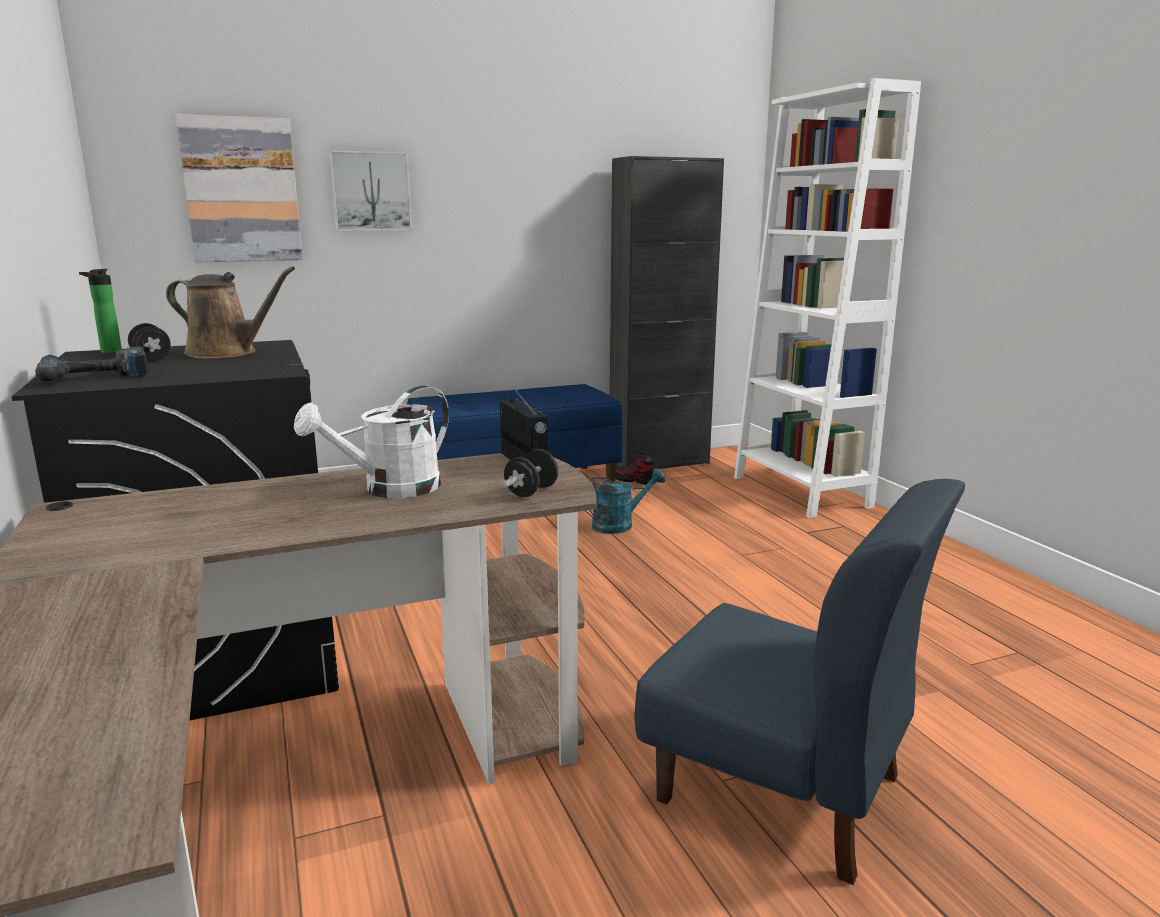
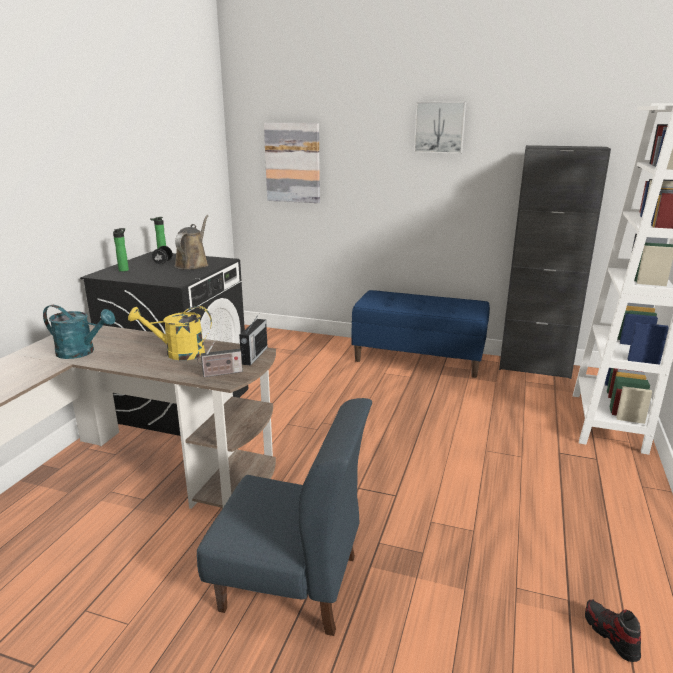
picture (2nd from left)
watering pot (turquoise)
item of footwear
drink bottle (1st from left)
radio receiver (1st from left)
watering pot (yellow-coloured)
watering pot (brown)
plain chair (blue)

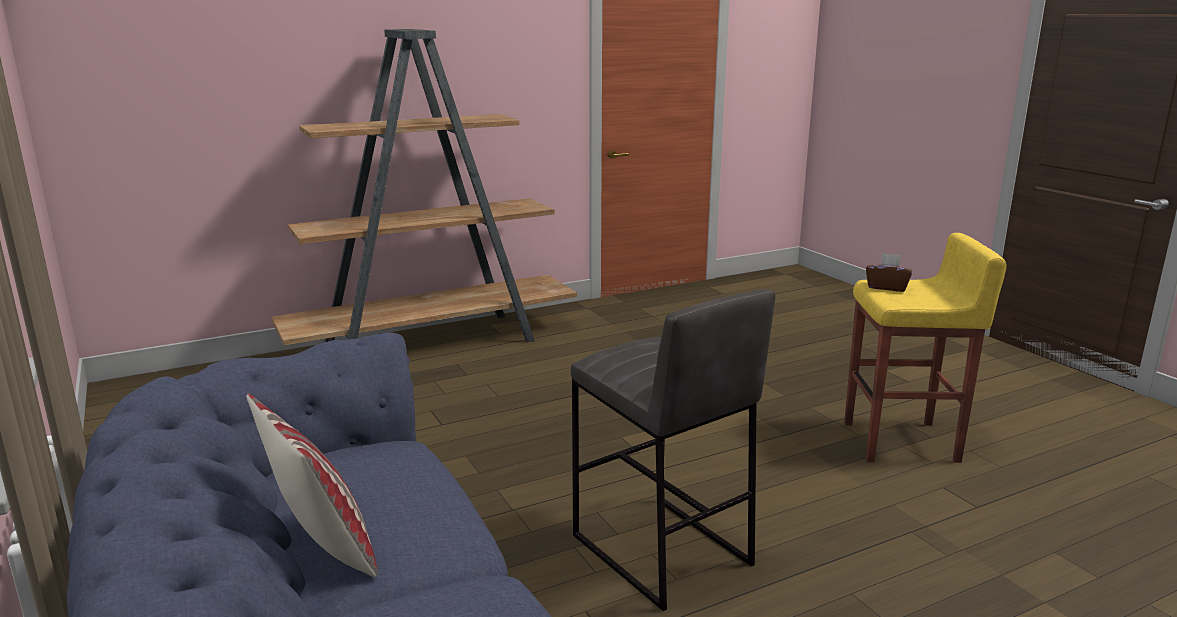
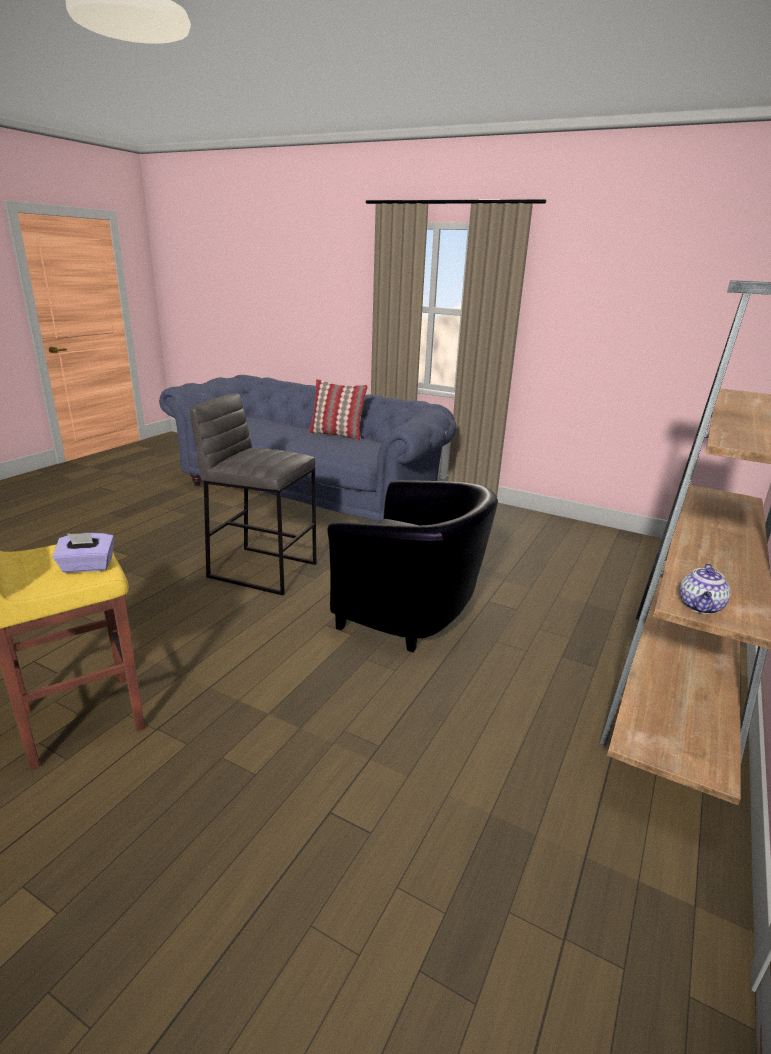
armchair (blackish)
teapot
tissue holder (purplish)

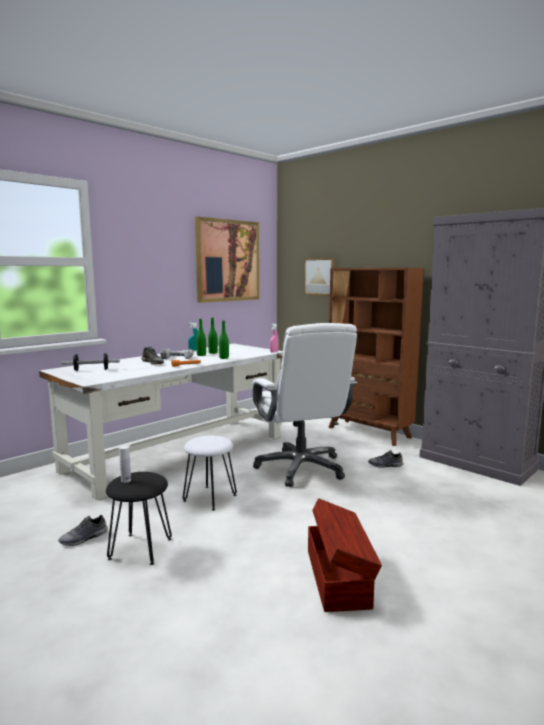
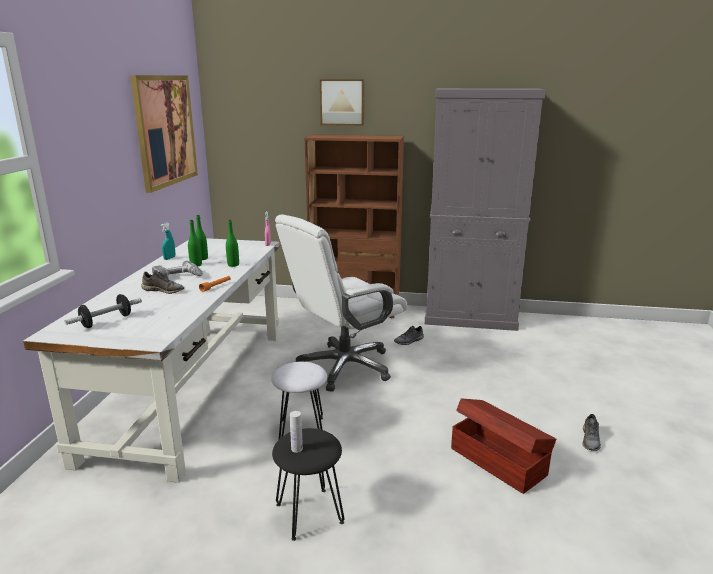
item of footwear (grey) (3rd from left)
picture (2nd from left)
computer chair (white-coloured)

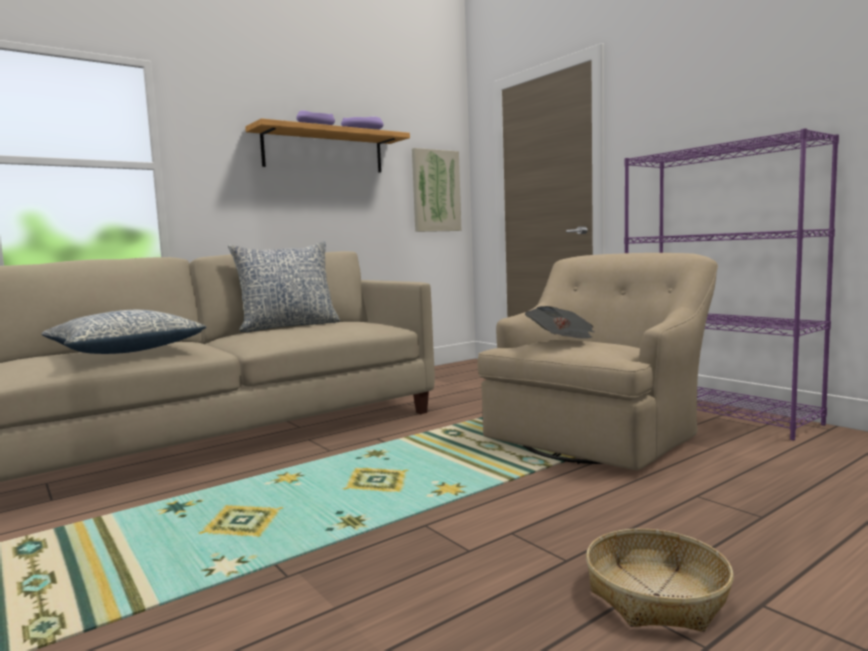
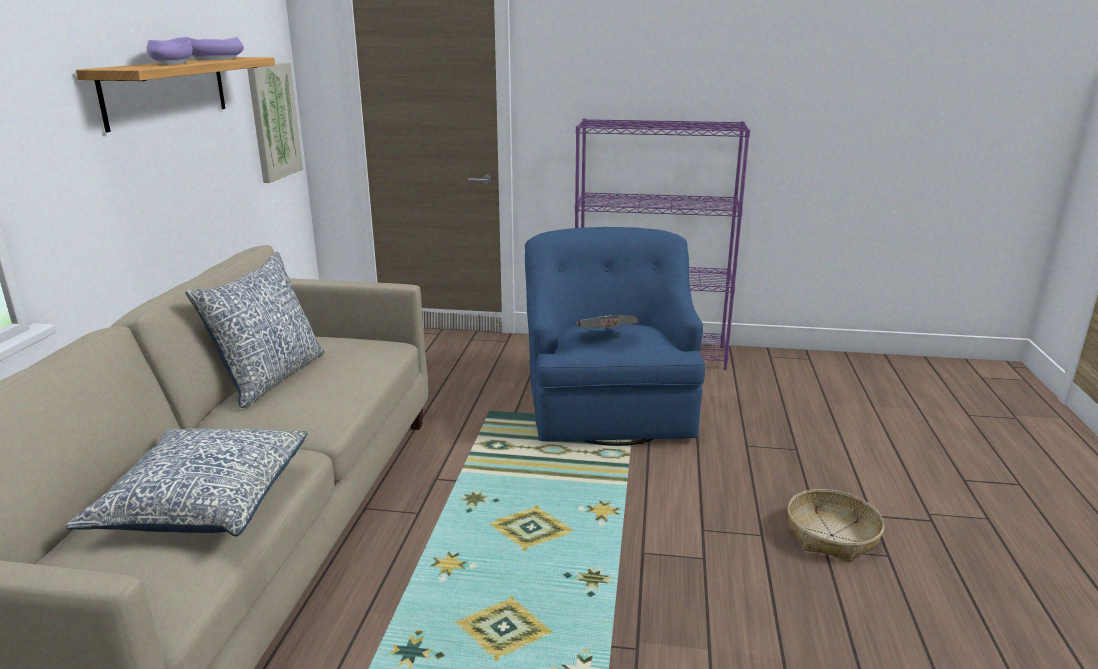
armchair (blue)

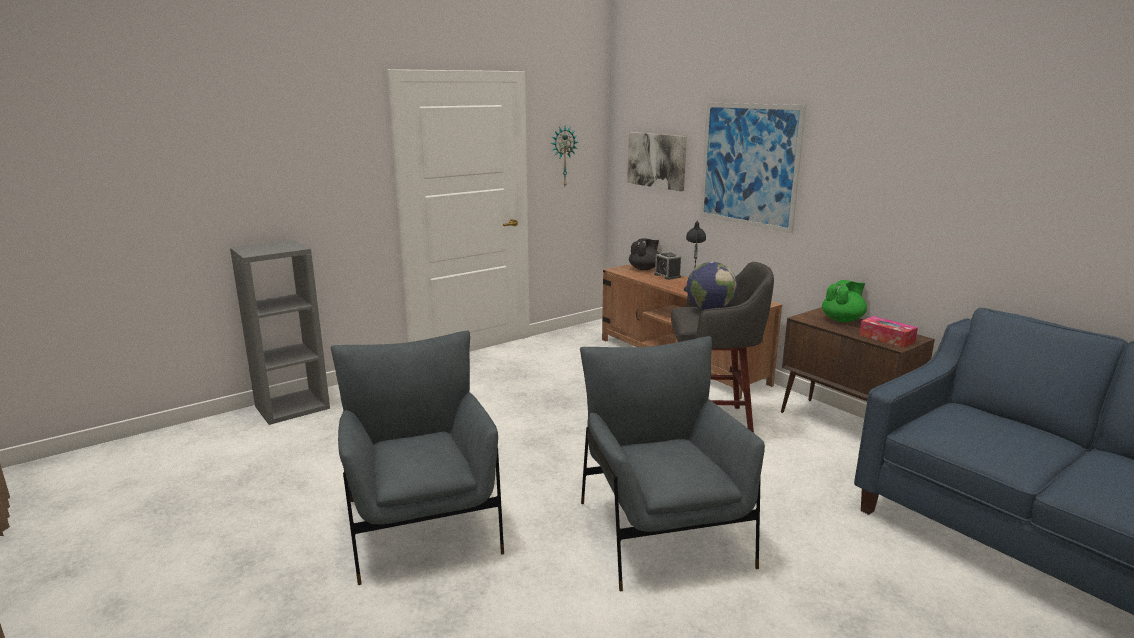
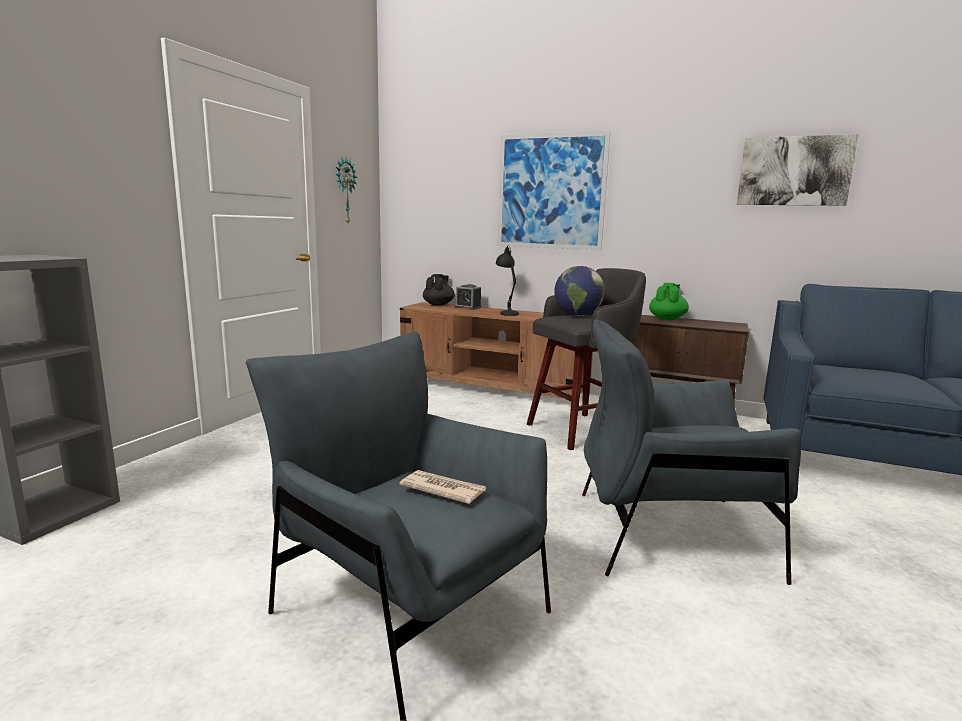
tissue holder
daily paper
picture (2nd from left)
armchair (grey) (2nd from left)

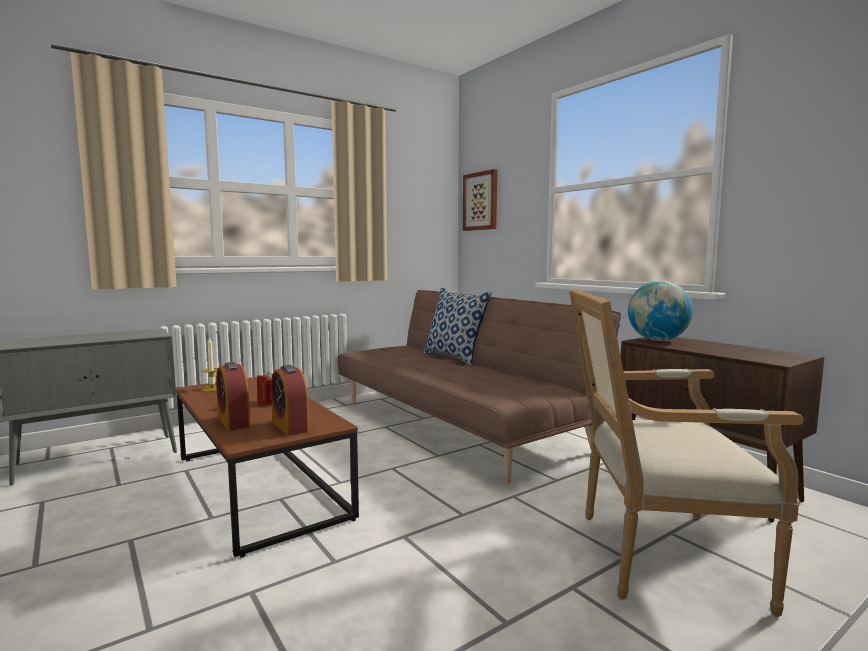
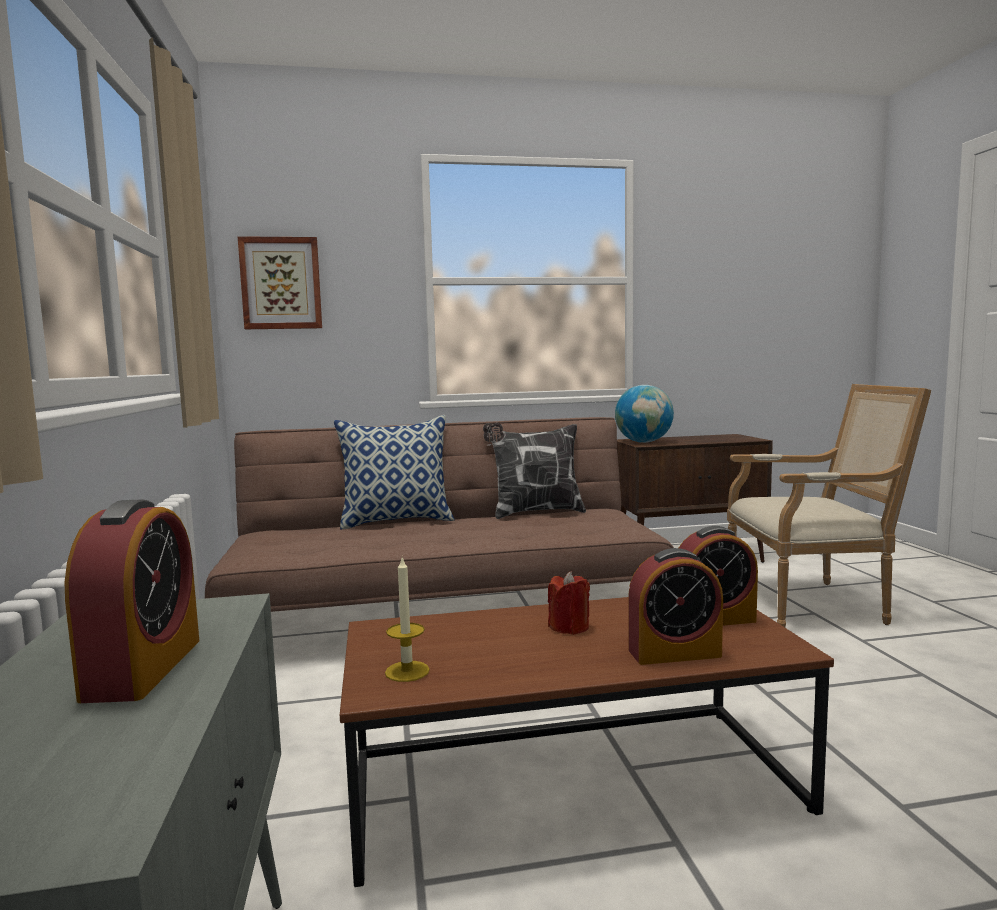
bedside clock (1st from left)
throw pillow (2nd from left)
armchair

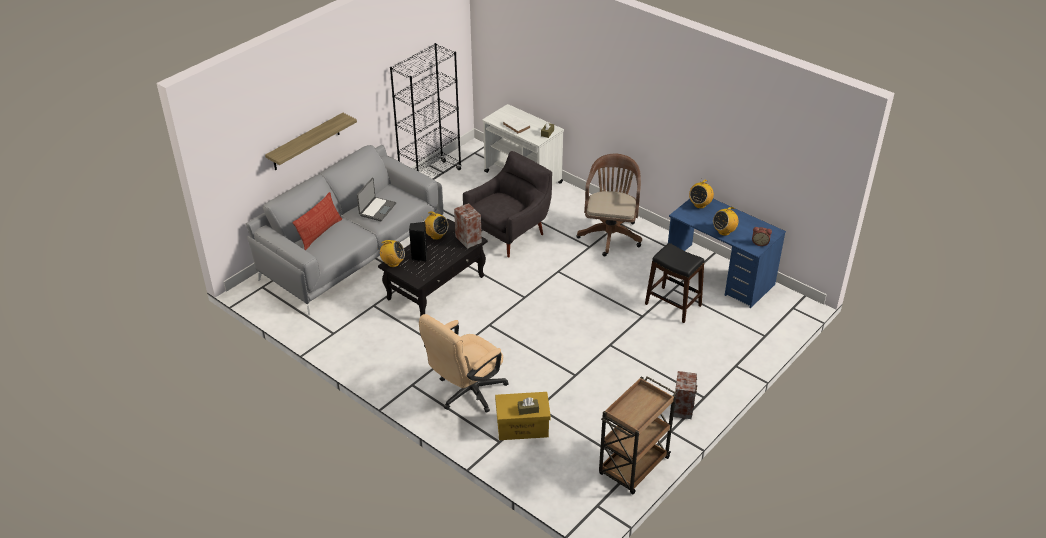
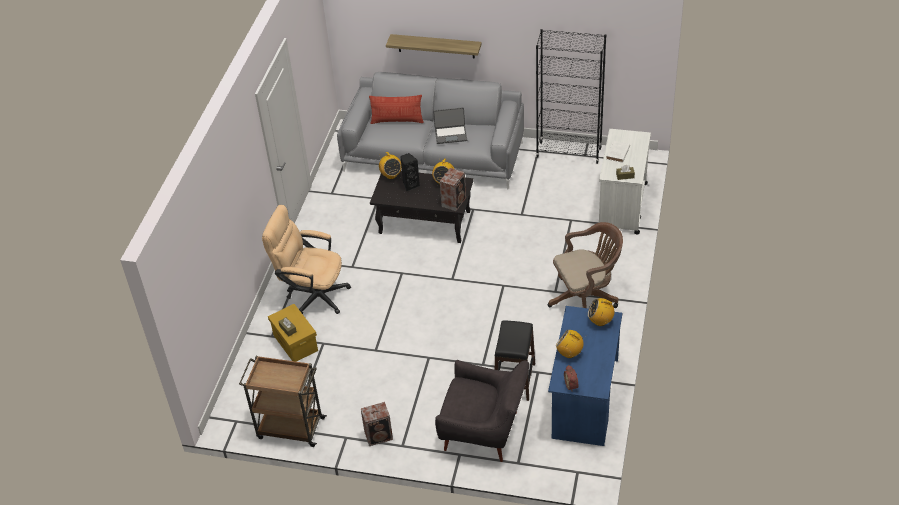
armchair (grey)

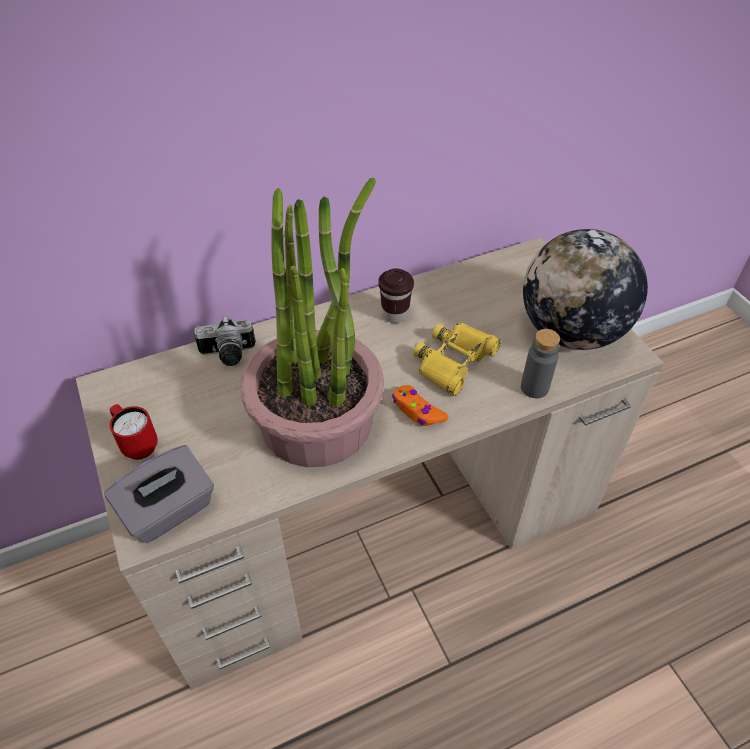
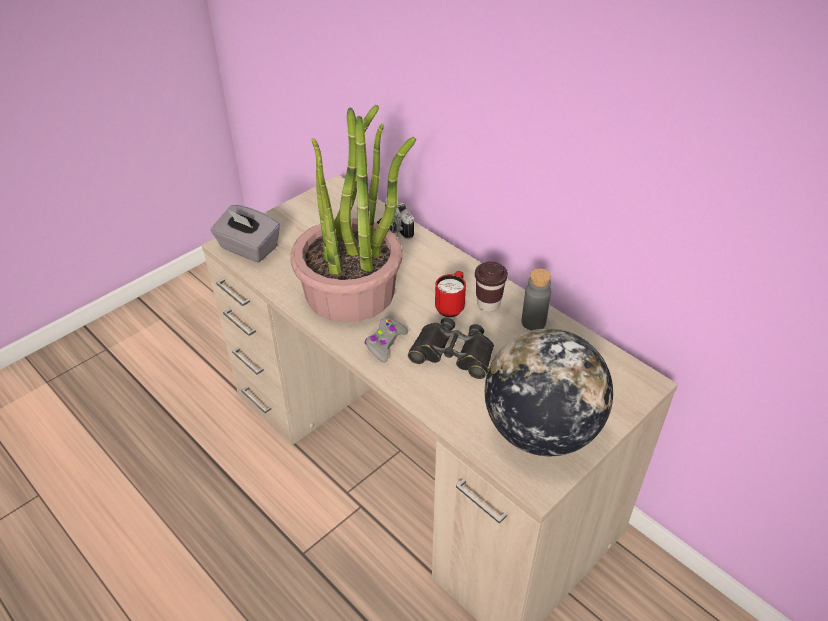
coffee mug (red)
drink bottle (grey)
joypad (grey)
field glasses (blackish)

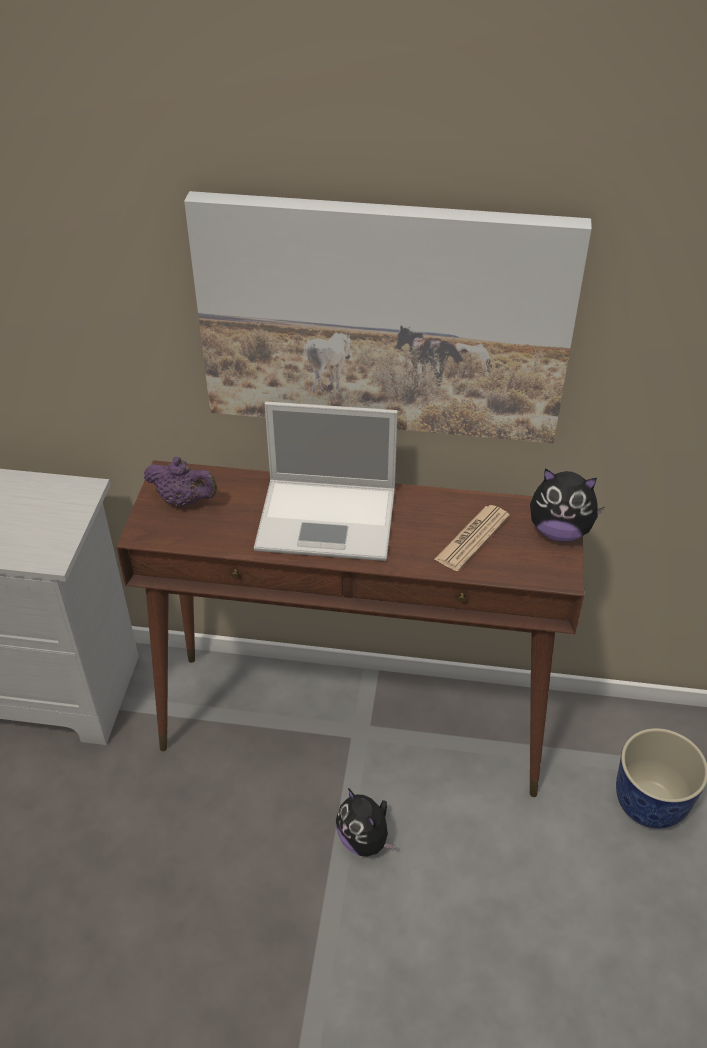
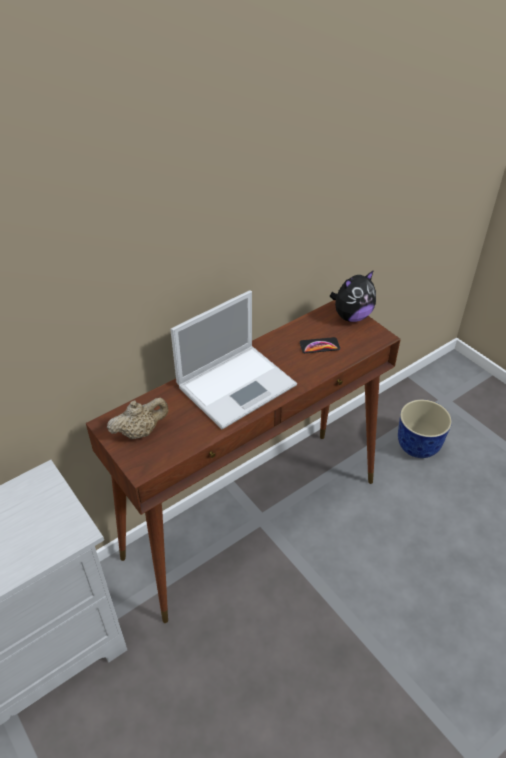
picture
plush toy (1st from left in the first image)
telephone
teapot (sand-coloured)

